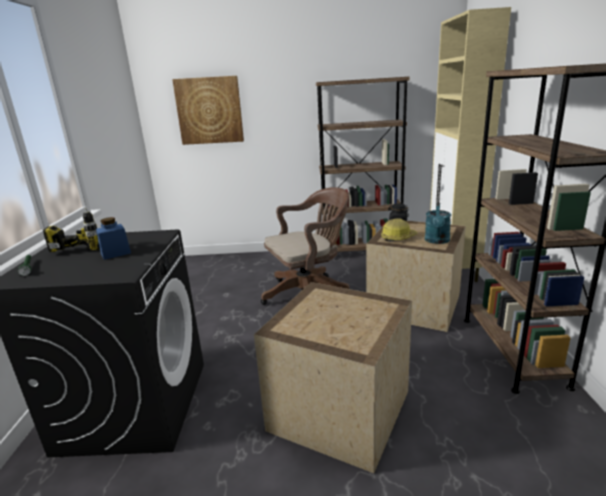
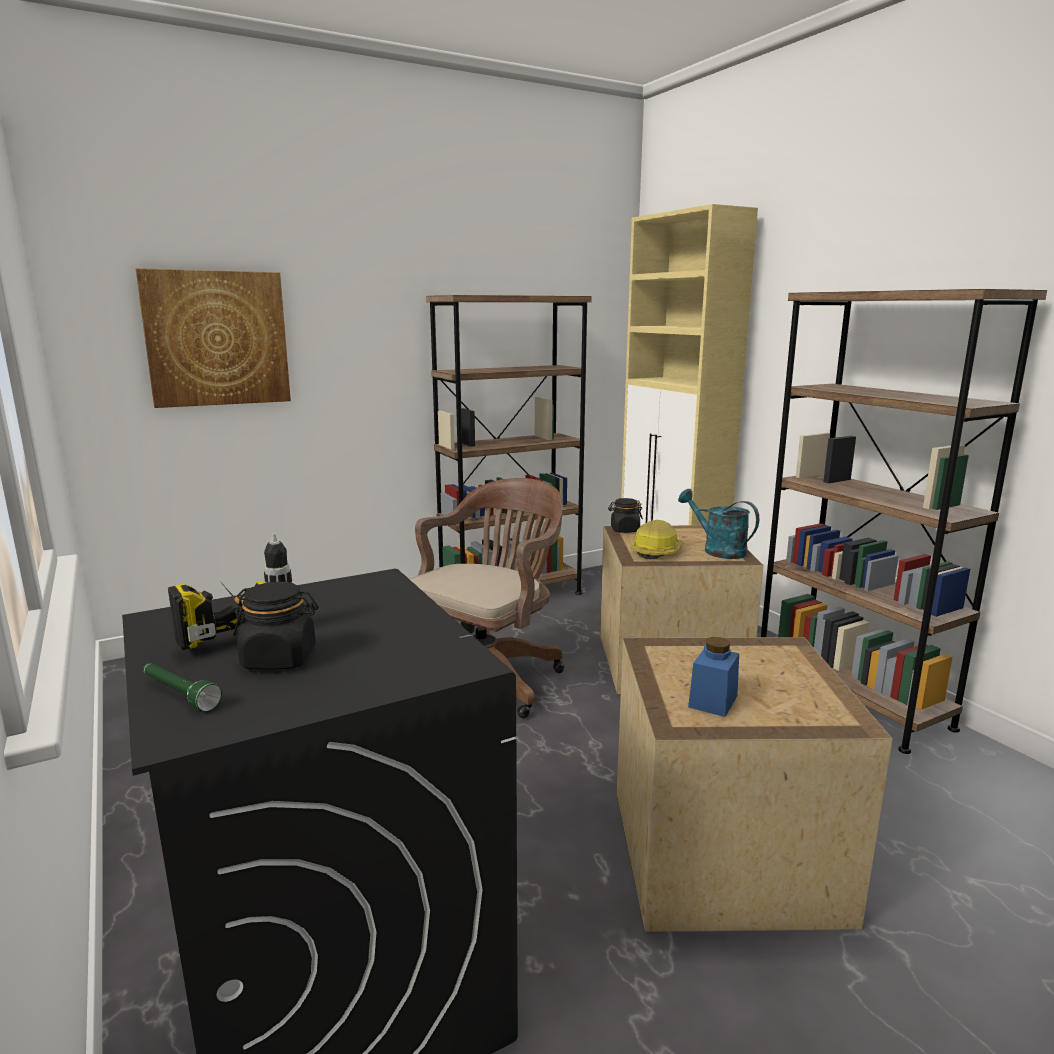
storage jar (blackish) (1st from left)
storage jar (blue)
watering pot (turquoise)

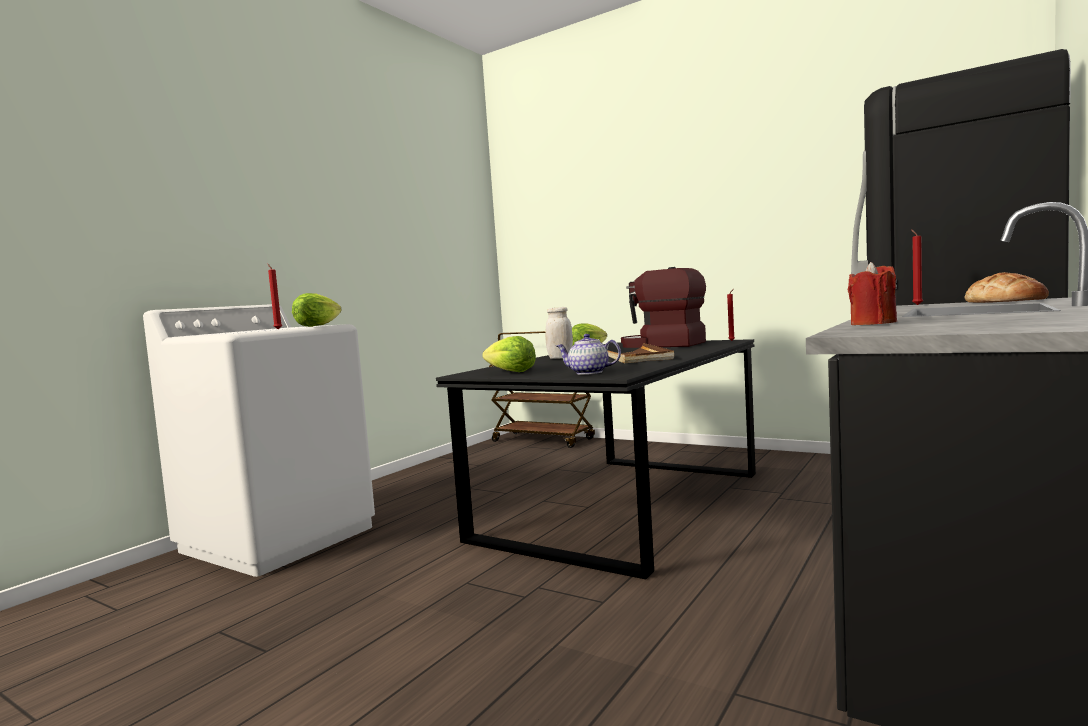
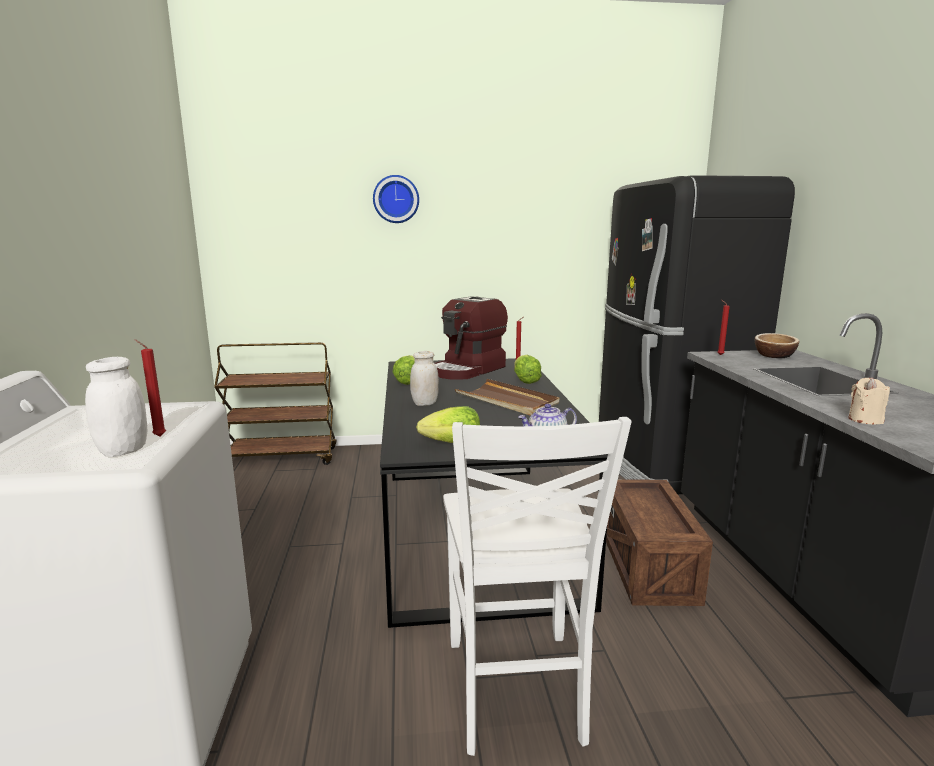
storage jar (white-coloured) (1st from left)
wall clock
plain chair (white-coloured)
crate
lettuce (3rd from left)
bowl
wax candle (sand-coloured)
coffee machine

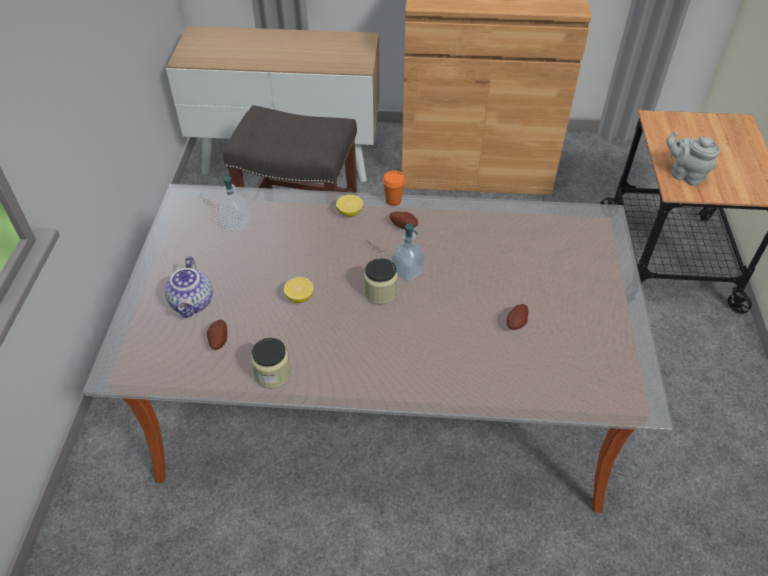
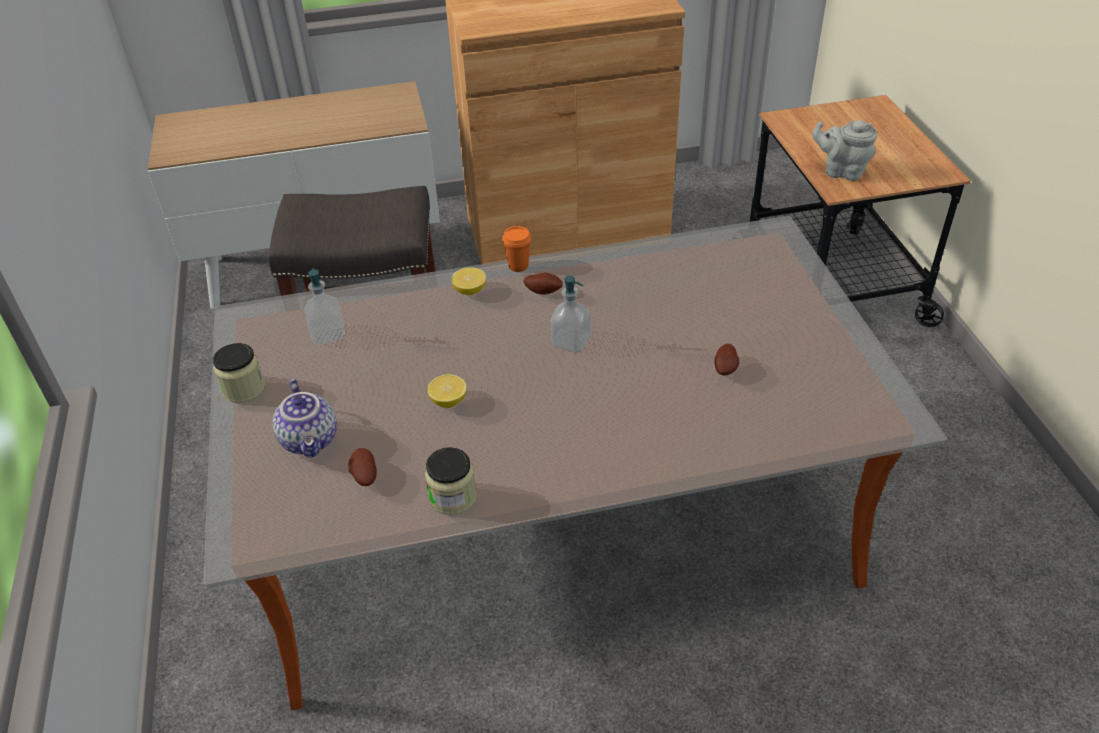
storage jar (1st from left)

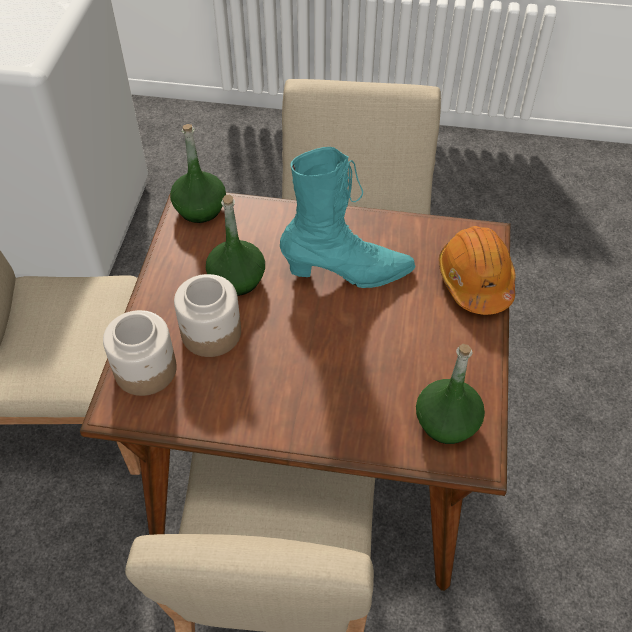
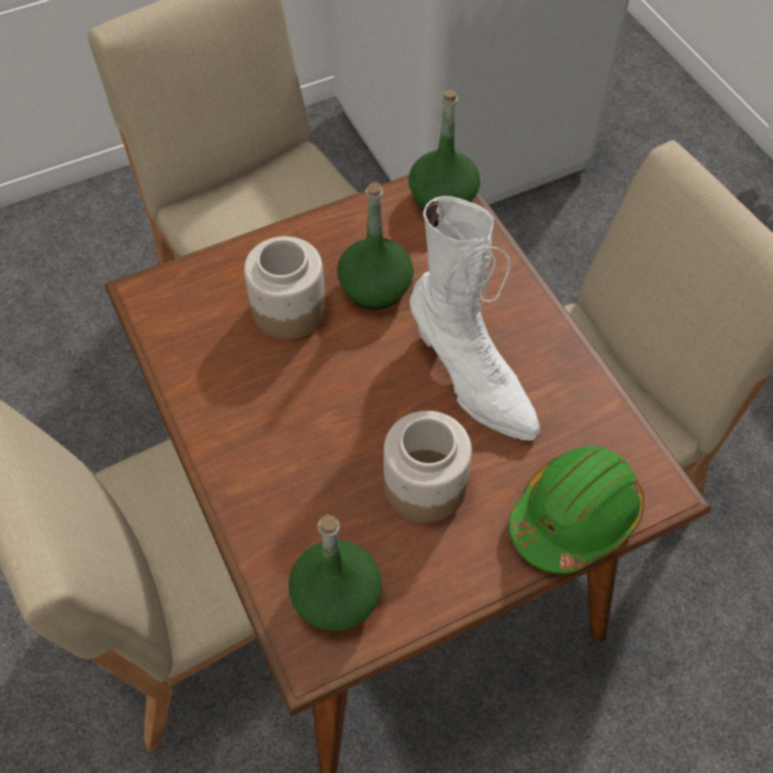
storage jar (2nd from left)
high-top boot (white-coloured)
safety helmet (green)

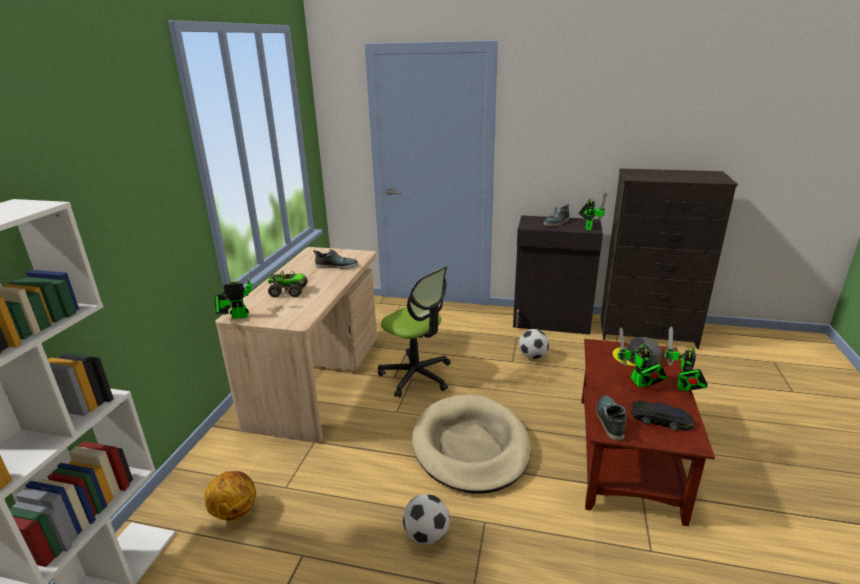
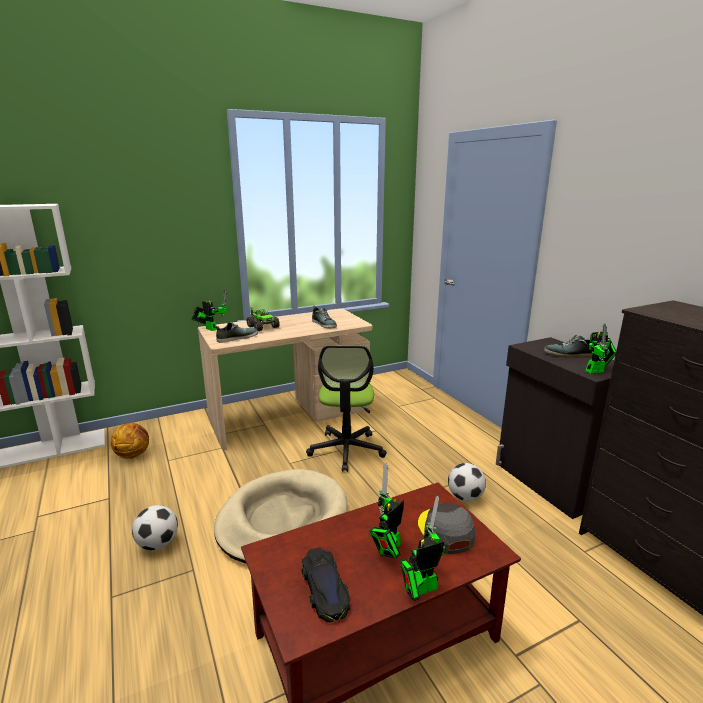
item of footwear (1st from left)

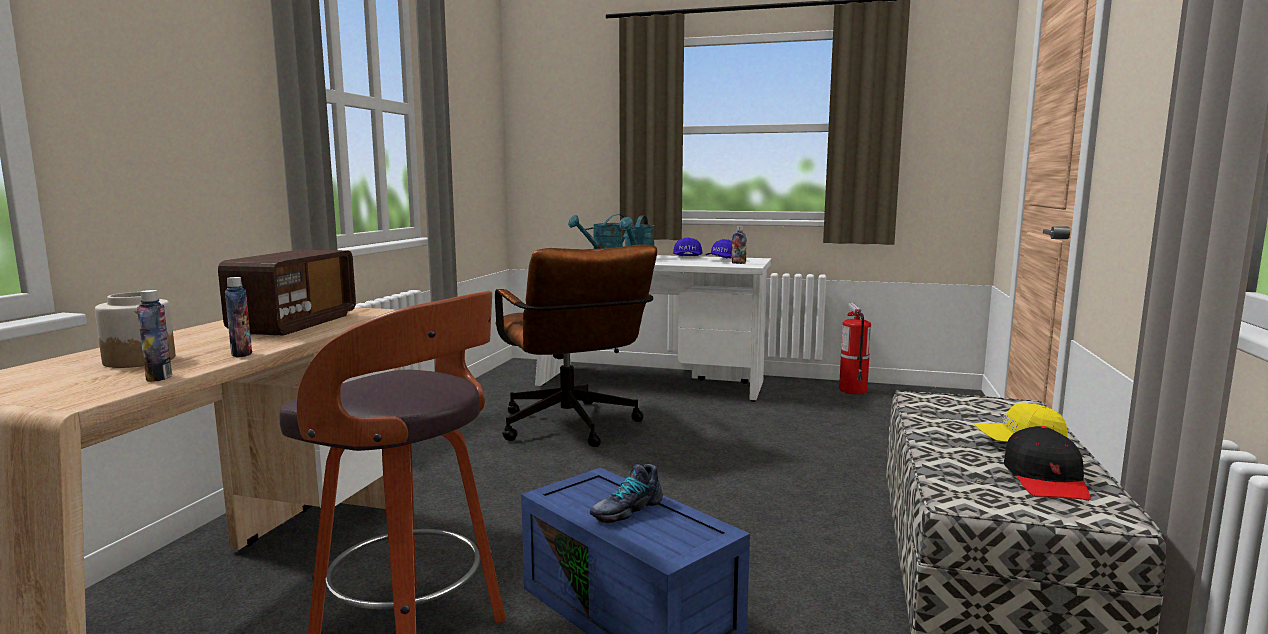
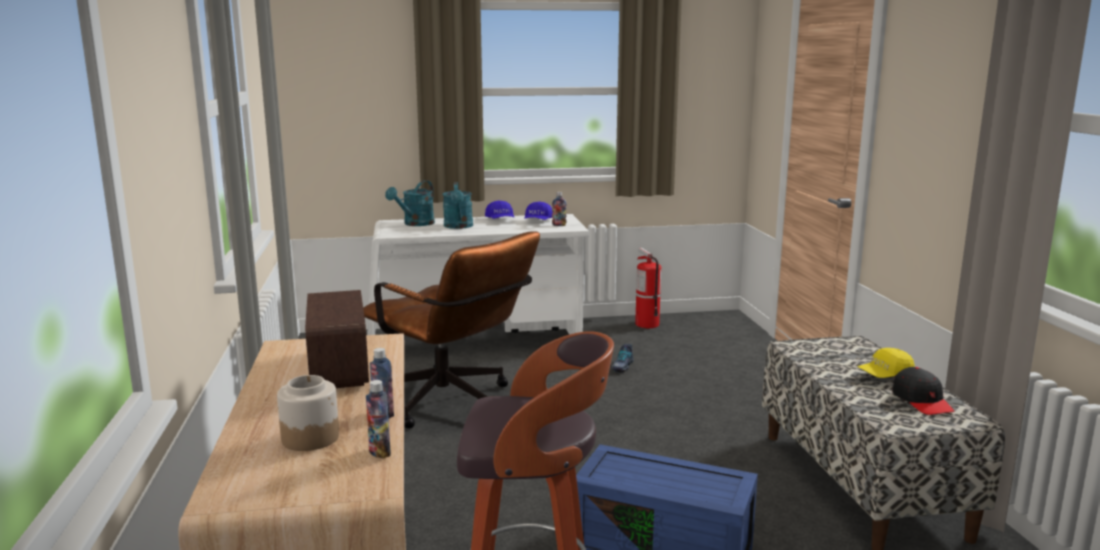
item of footwear

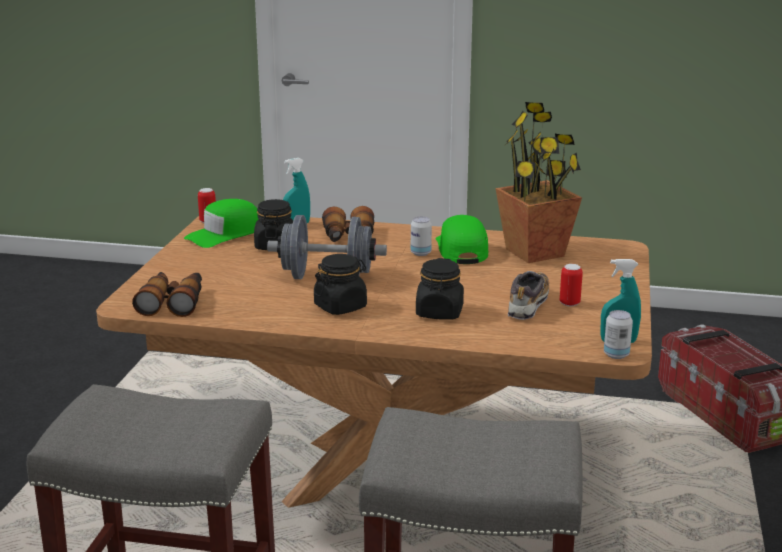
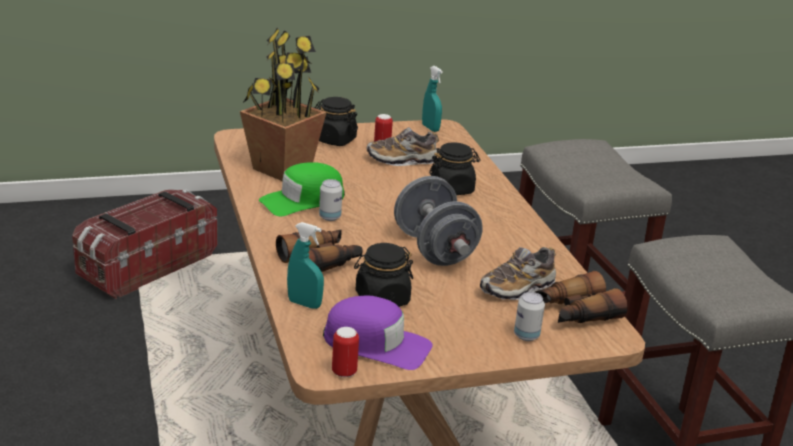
item of footwear (2nd from left)
storage jar (blackish) (1st from left)
sealed can (4th from left)
peaked cap (purplish)

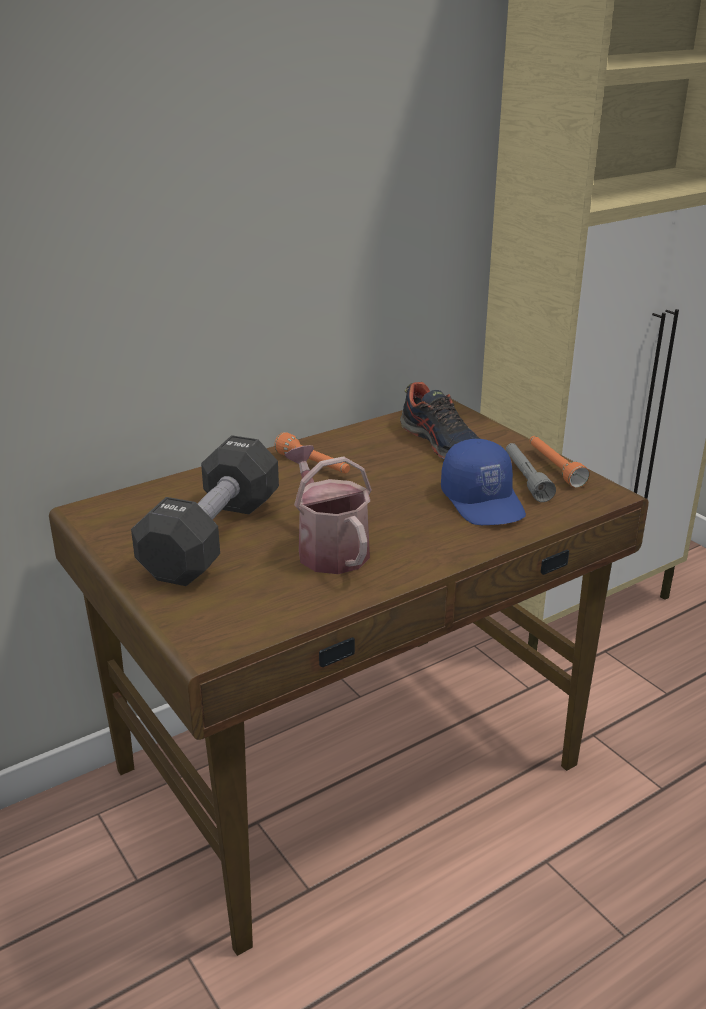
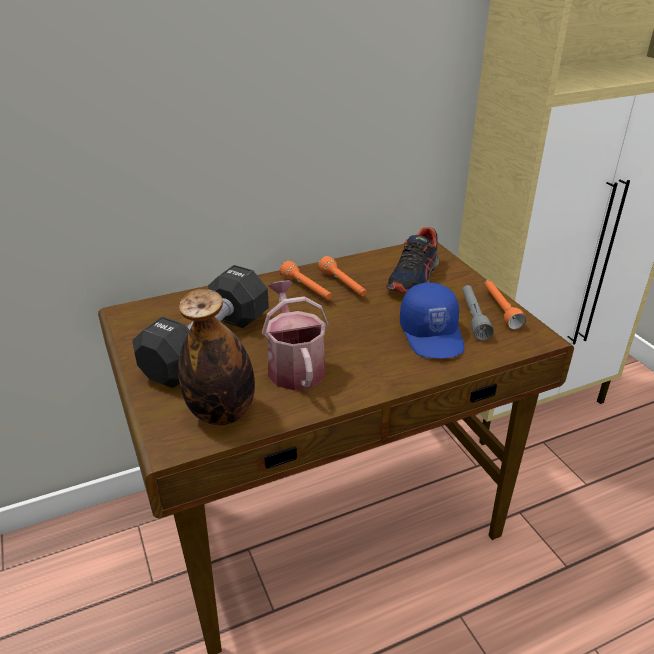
drink bottle
hand torch (orangey) (2nd from left)
item of footwear

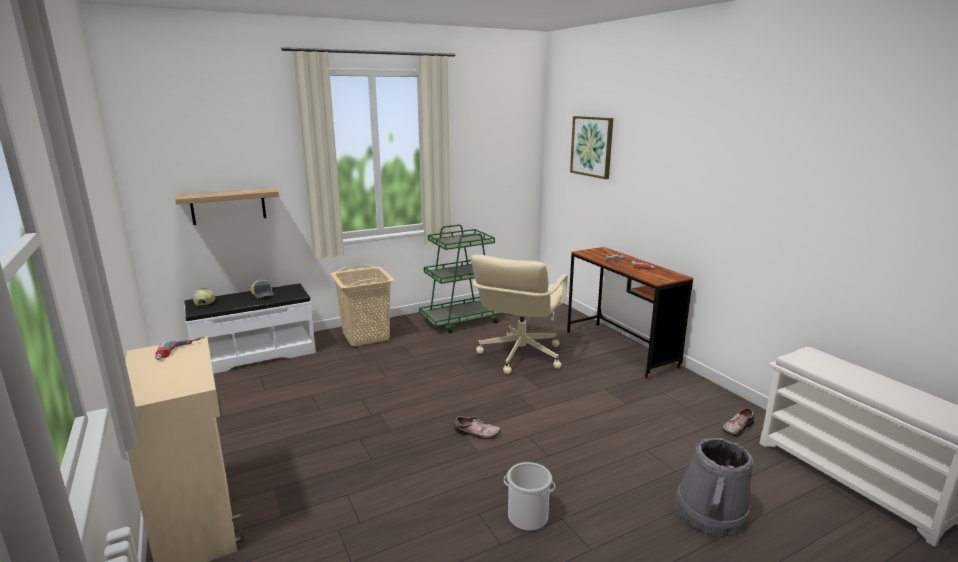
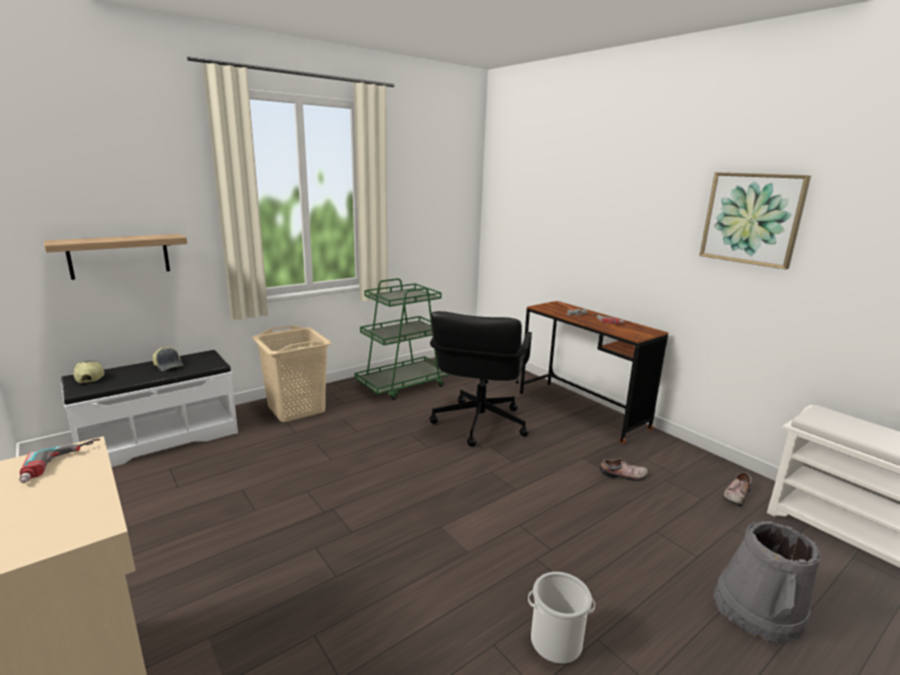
item of footwear (1st from left)
picture
computer chair (blackish)

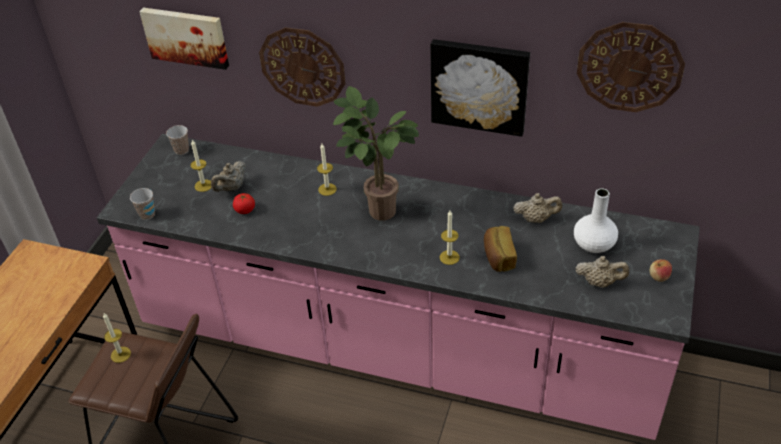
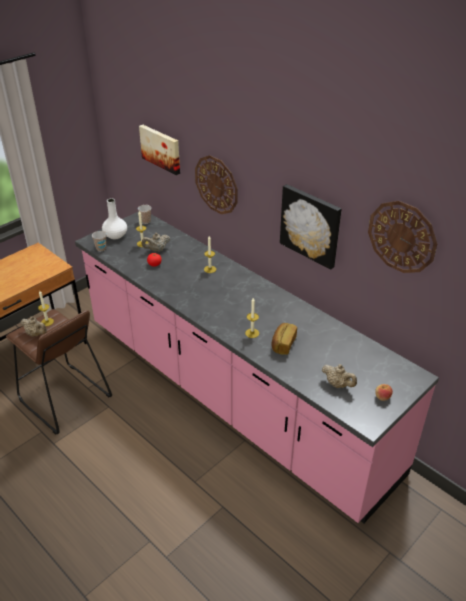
potted plant
teapot (sand-coloured) (1st from left)
vase (white-coloured)

